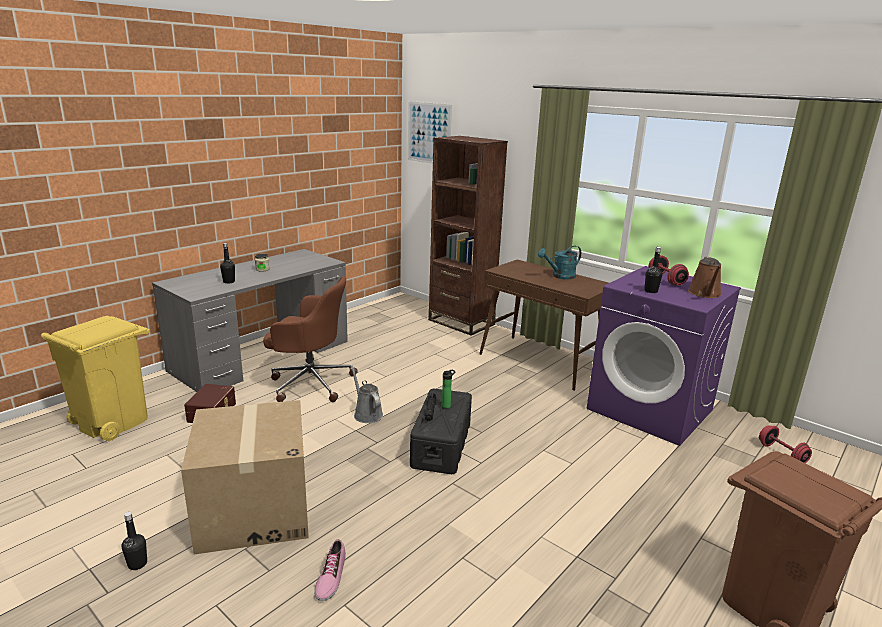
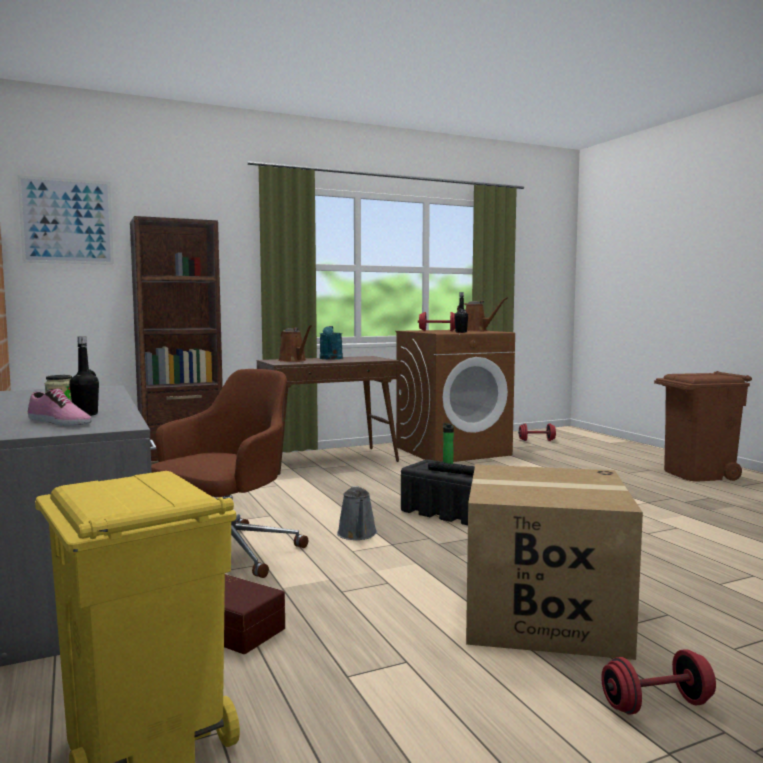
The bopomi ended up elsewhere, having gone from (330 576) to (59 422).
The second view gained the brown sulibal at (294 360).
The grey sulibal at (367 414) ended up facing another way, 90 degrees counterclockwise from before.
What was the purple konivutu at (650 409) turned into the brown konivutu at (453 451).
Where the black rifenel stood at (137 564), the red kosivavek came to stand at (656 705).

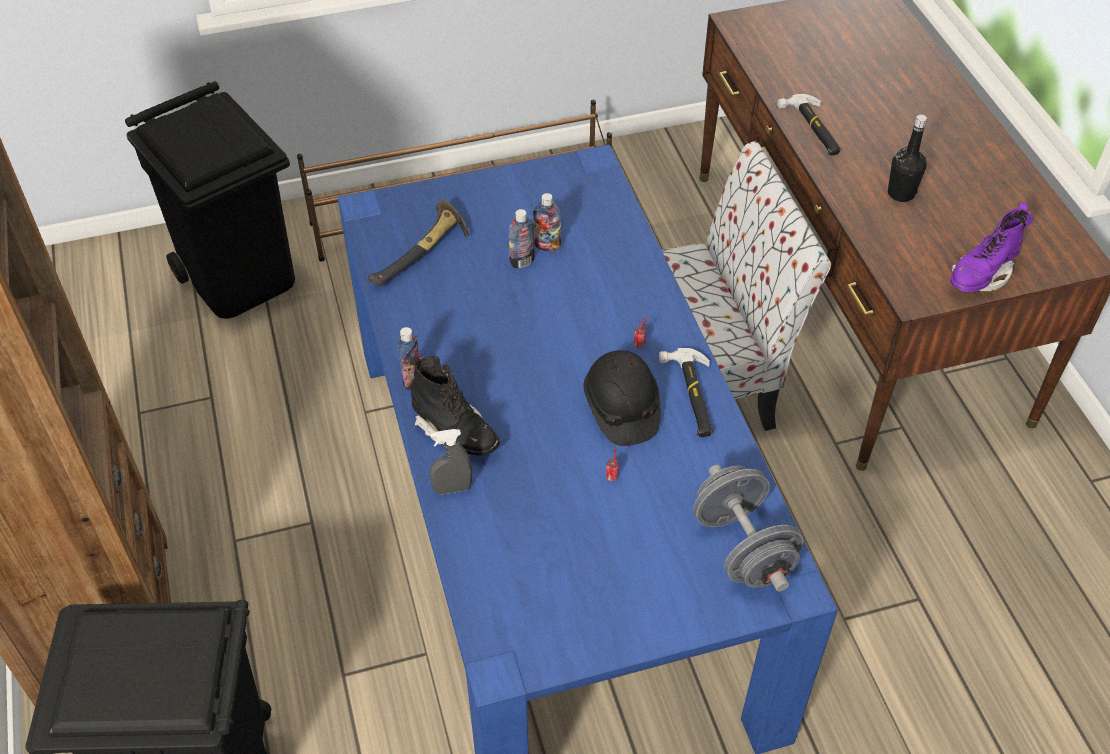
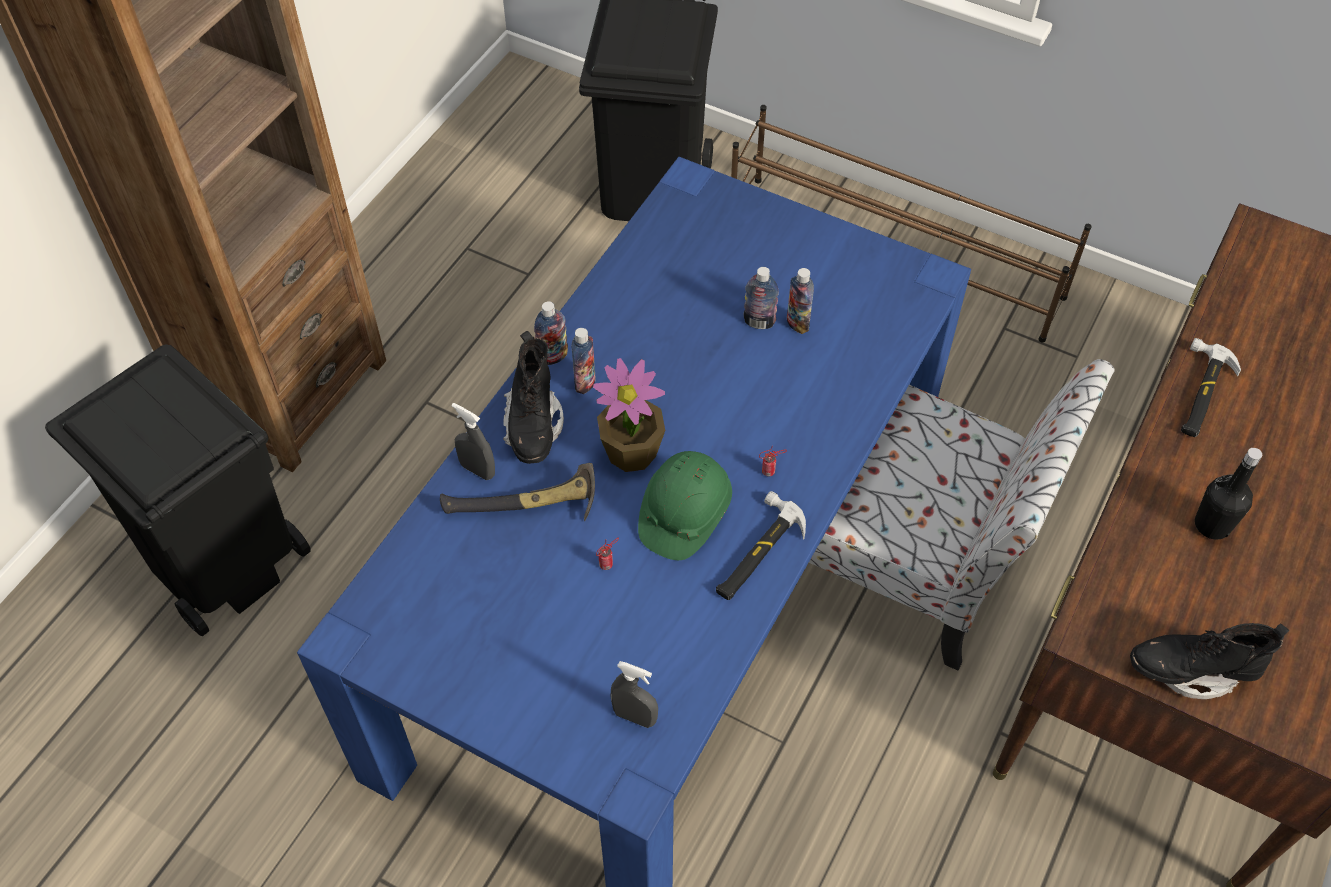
The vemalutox ended up elsewhere, having gone from (423 255) to (526 508).
The second view gained the rifenel at (585 382).
The second view gained the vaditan at (632 451).
Where the grey kosivavek stood at (742 548), the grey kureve came to stand at (635 717).
What was the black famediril at (621 409) turned into the green famediril at (684 514).
What was the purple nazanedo at (981 275) turned into the black nazanedo at (1192 671).

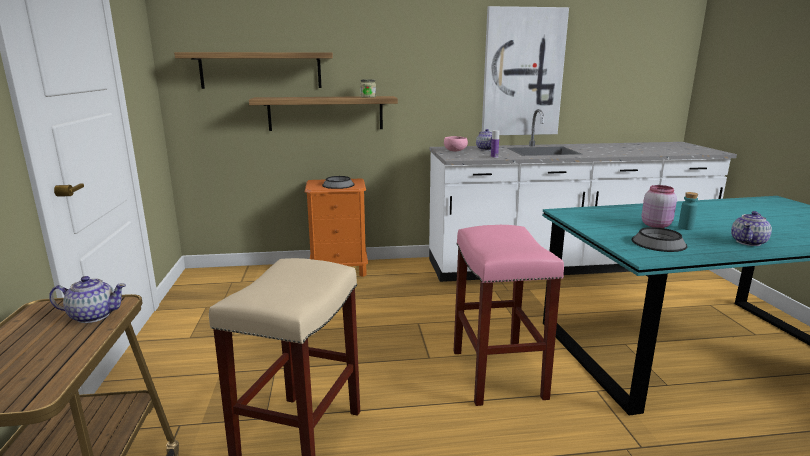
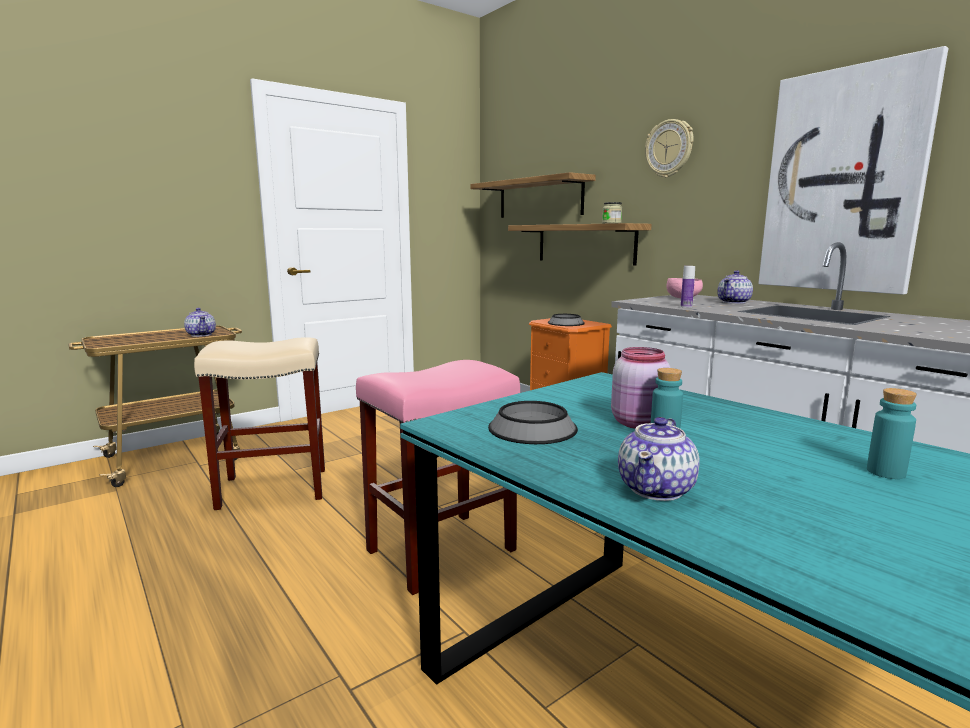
The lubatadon at (749 242) ended up facing another way, 75 degrees counterclockwise from before.
The second view gained the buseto at (669 149).
The second view gained the turquoise rifenel at (885 472).

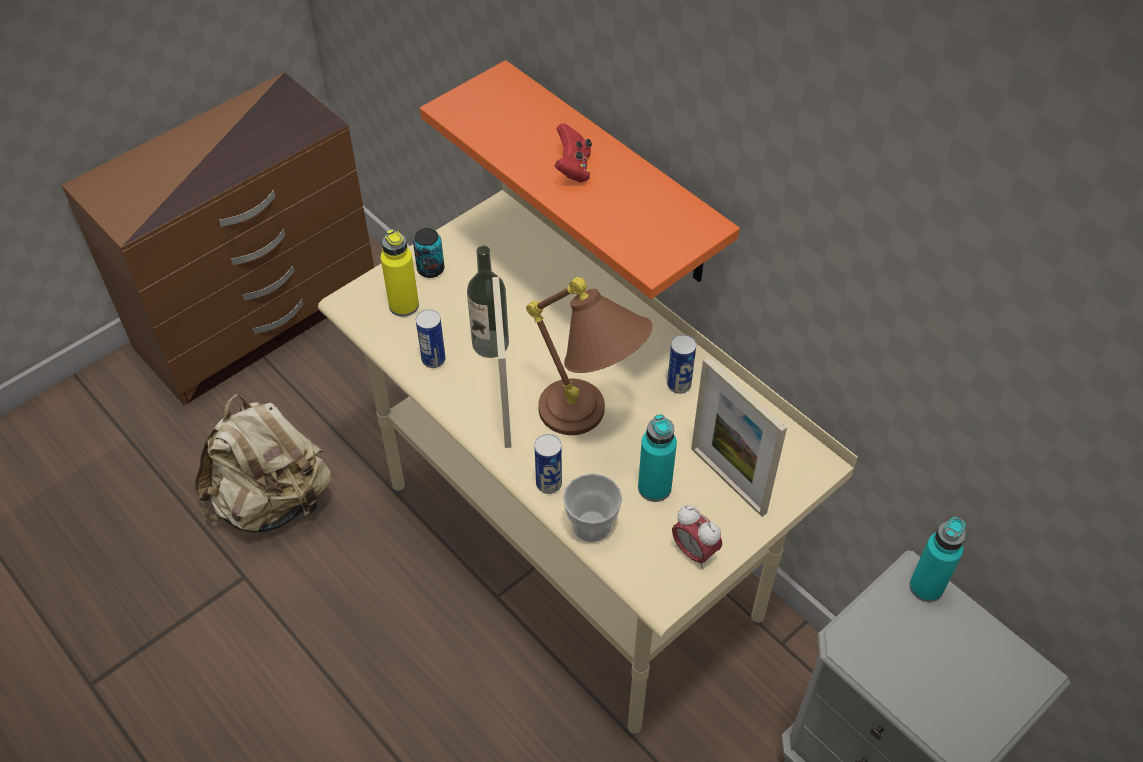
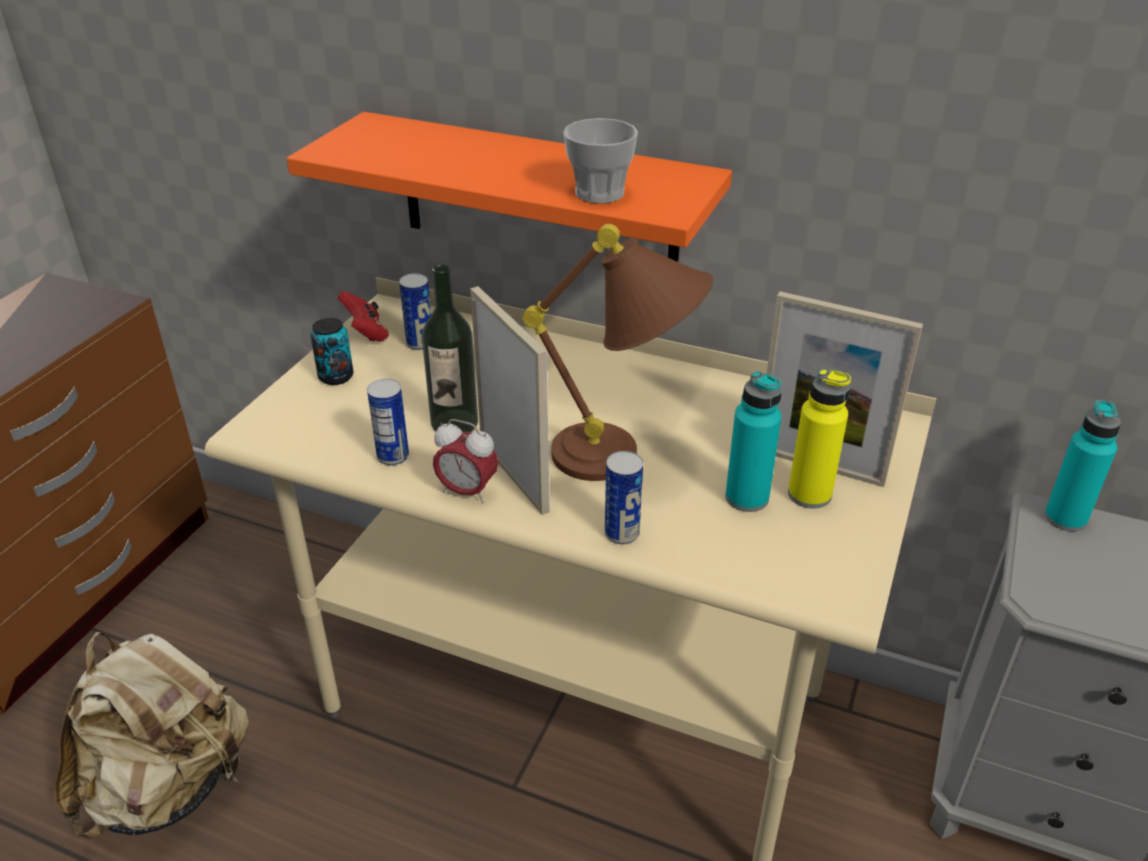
The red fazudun ended up elsewhere, having gone from (573 168) to (366 333).
The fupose ended up elsewhere, having gone from (679 384) to (420 343).
The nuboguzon ended up elsewhere, having gone from (694 552) to (467 492).
The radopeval ended up elsewhere, having gone from (591 525) to (599 193).
The yellow rifenel ended up elsewhere, having gone from (404 305) to (809 494).

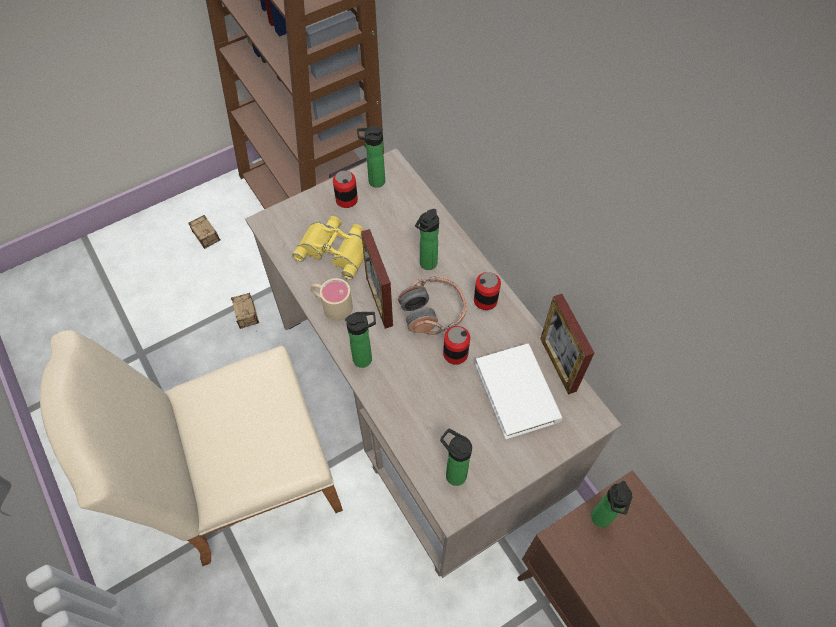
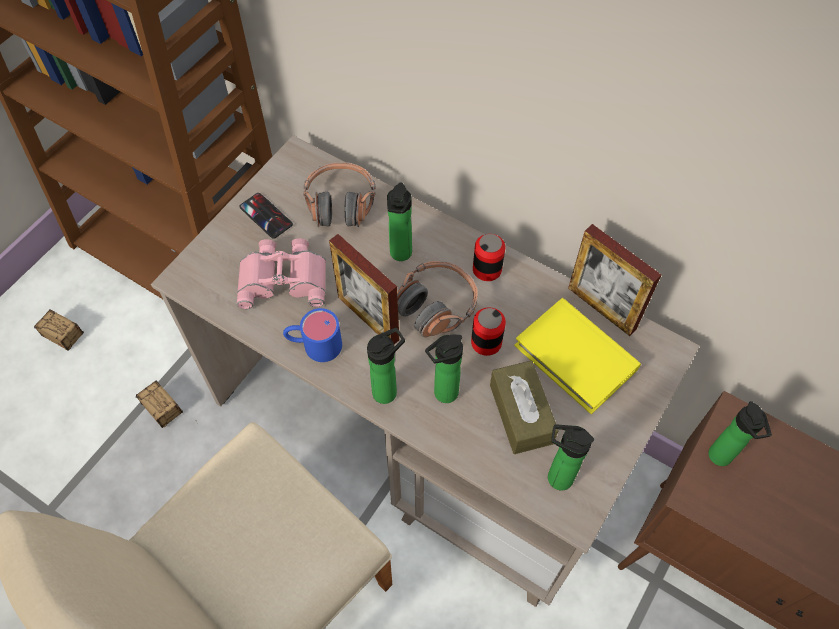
What was the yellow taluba at (336 248) turned into the pink taluba at (284 277).
Where the fupose stood at (346 200), the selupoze came to stand at (266 216).
What was the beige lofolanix at (331 305) turned into the blue lofolanix at (314 345).
The second view gained the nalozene at (340 204).
The rifenel ended up elsewhere, having gone from (374 181) to (442 394).
The second view gained the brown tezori at (521 414).
What was the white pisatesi at (517 392) turned into the yellow pisatesi at (575 357).

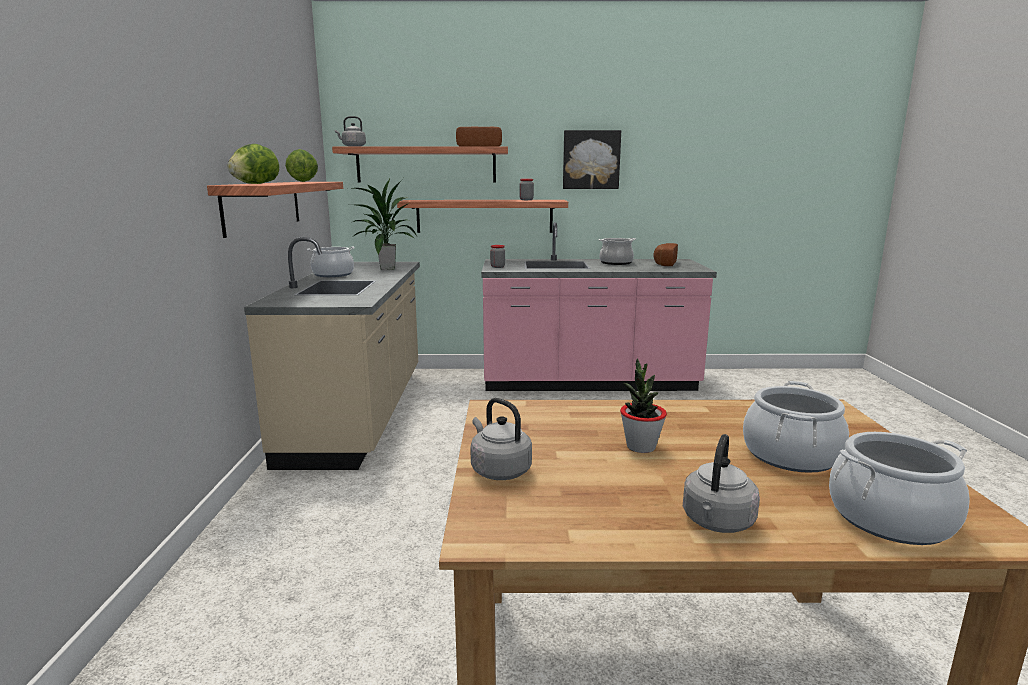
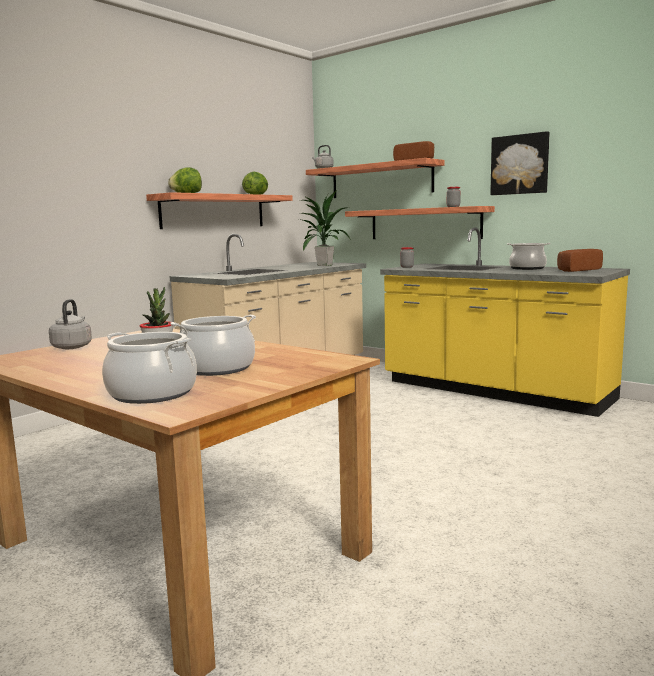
What was the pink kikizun at (588 382) turned into the yellow kikizun at (494 391).
The second view lost the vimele at (333 274).
The second view lost the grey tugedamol at (717 523).

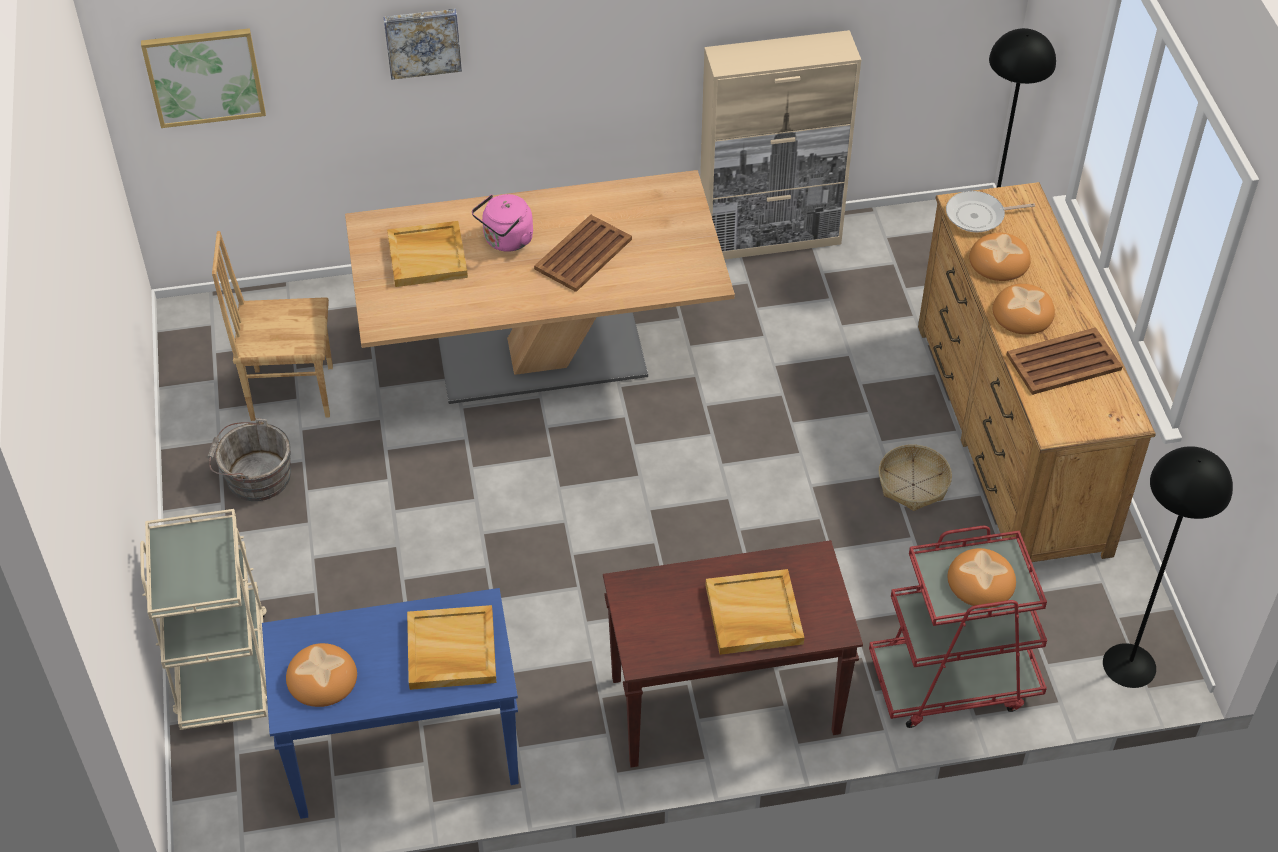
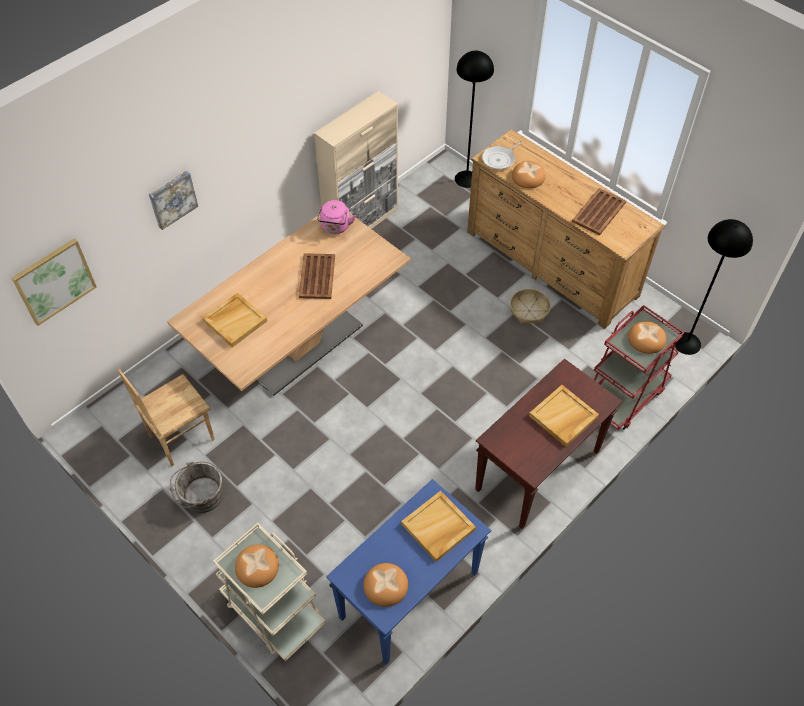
The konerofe ended up elsewhere, having gone from (1022 312) to (256 566).
The pink tugedamol ended up elsewhere, having gone from (506 241) to (335 227).

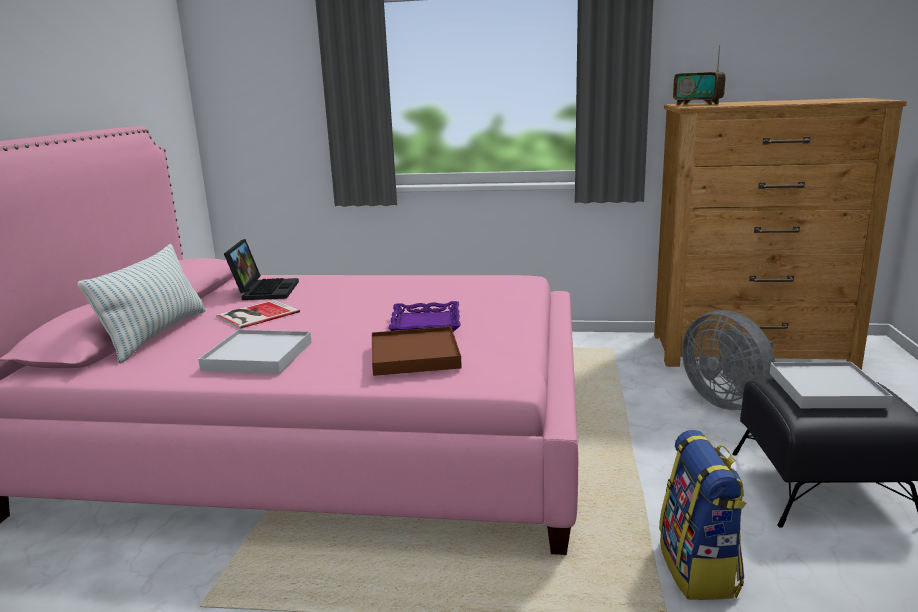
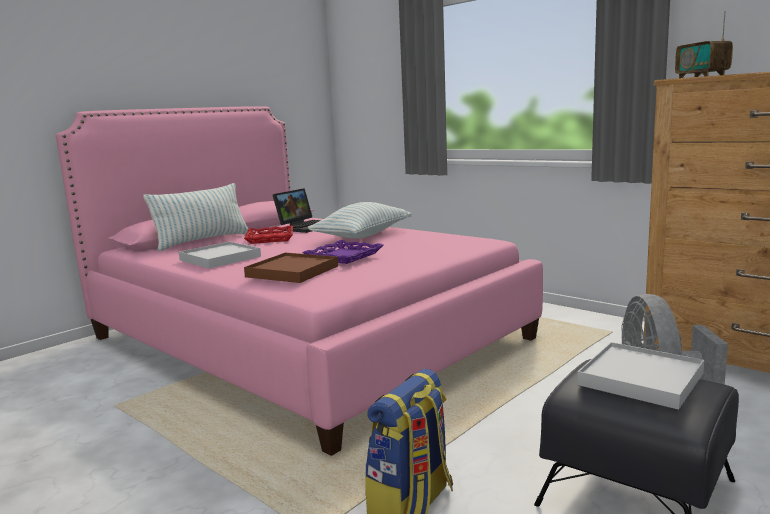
Where the pisatesi stood at (255 314), the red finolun came to stand at (269 238).
The second view gained the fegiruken at (362 236).

